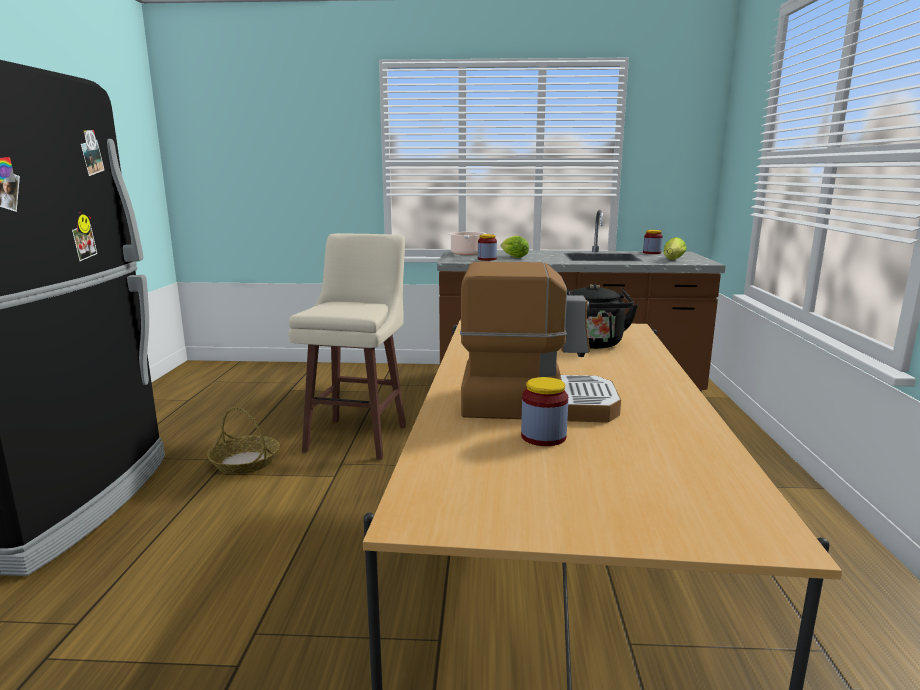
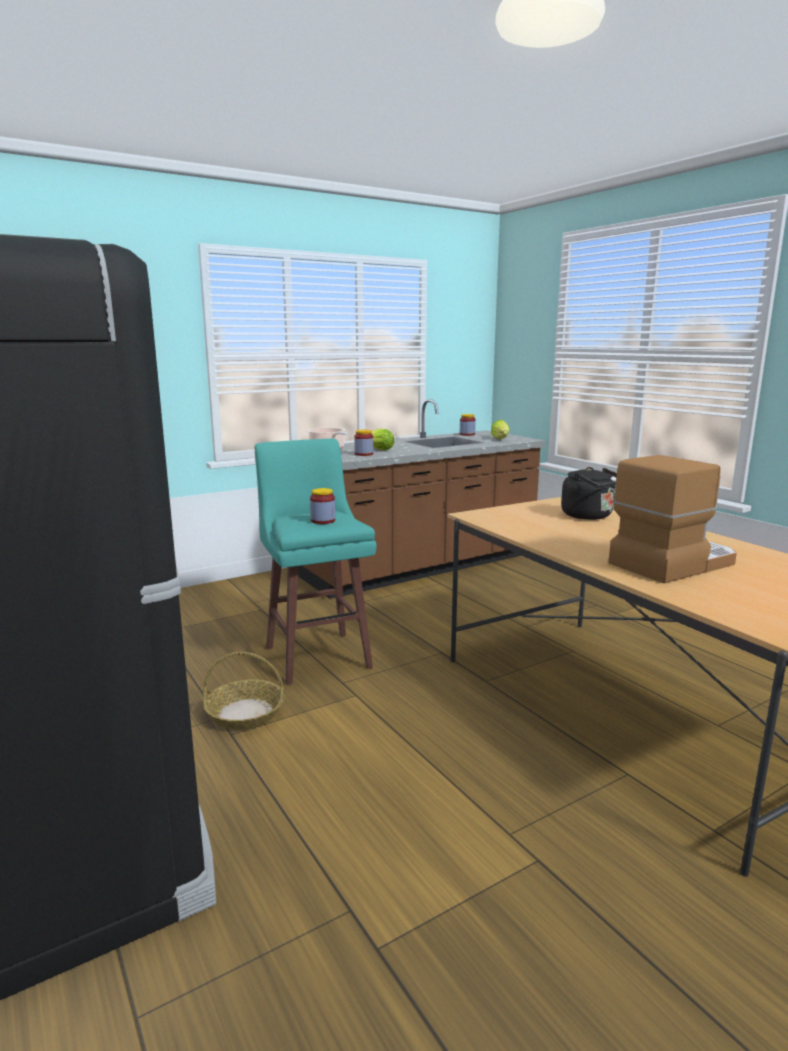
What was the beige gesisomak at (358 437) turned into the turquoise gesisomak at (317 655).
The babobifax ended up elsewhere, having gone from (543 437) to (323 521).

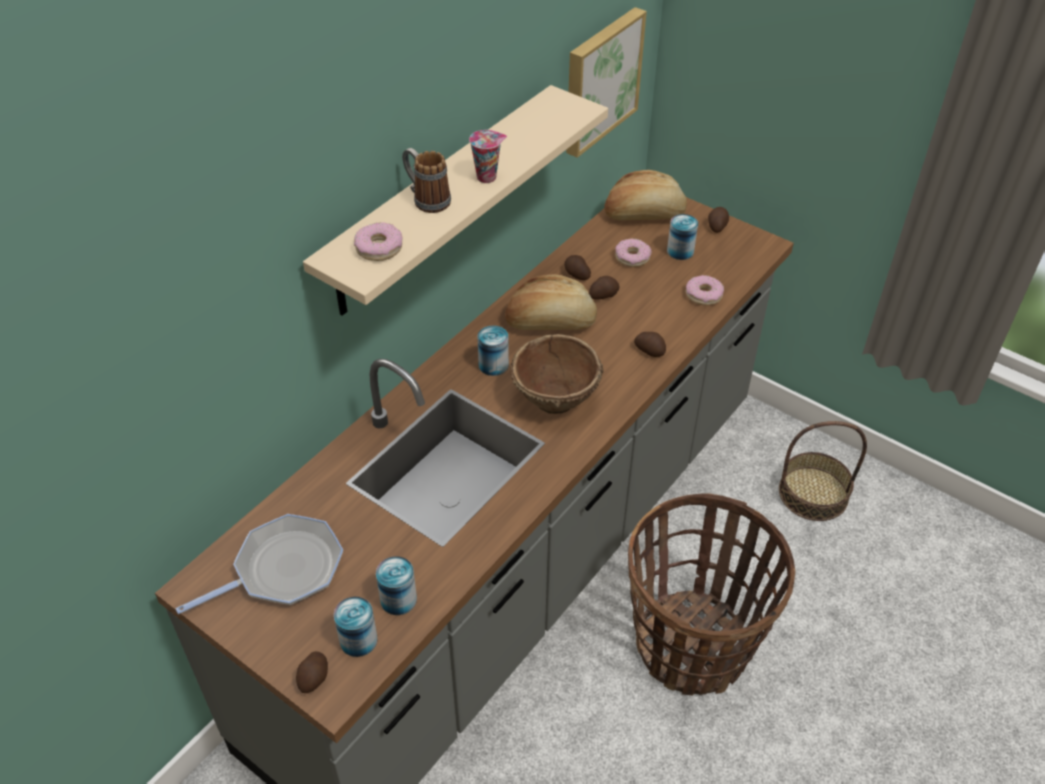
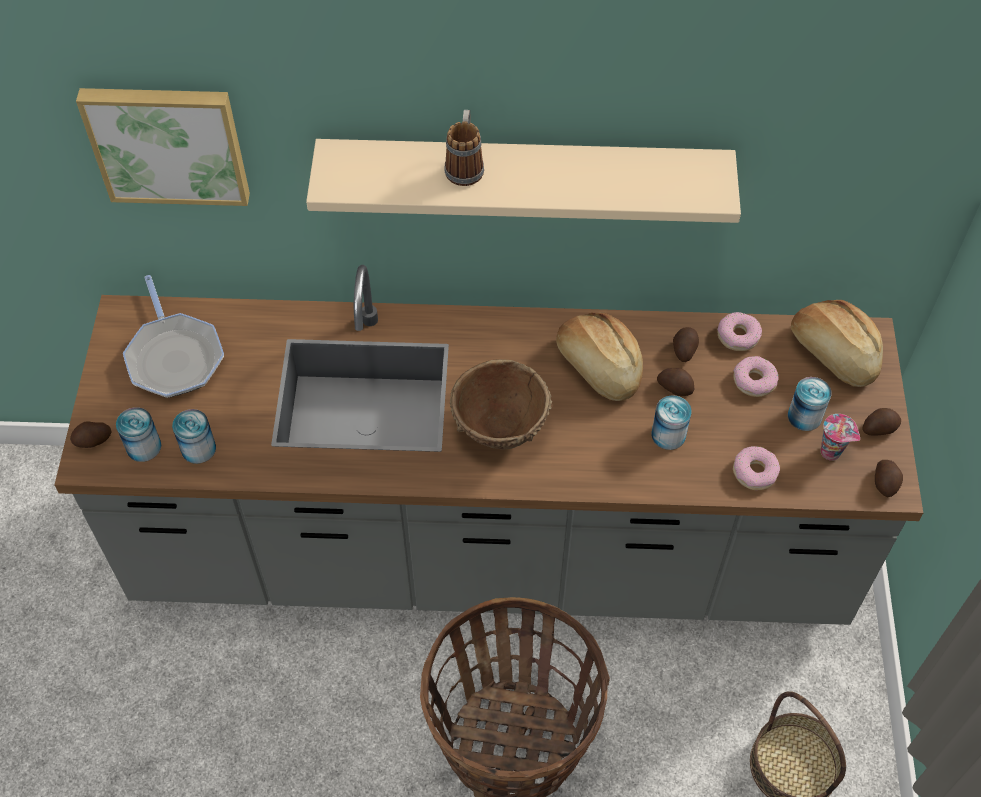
The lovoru ended up elsewhere, having gone from (600 80) to (168 142).
The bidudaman at (283 570) ended up facing another way, 45 degrees clockwise from before.
The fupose ended up elsewhere, having gone from (493 365) to (668 435).
The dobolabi ended up elsewhere, having gone from (379 248) to (738 336).
The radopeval ended up elsewhere, having gone from (487 177) to (832 452).
The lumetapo ended up elsewhere, having gone from (650 350) to (885 483).

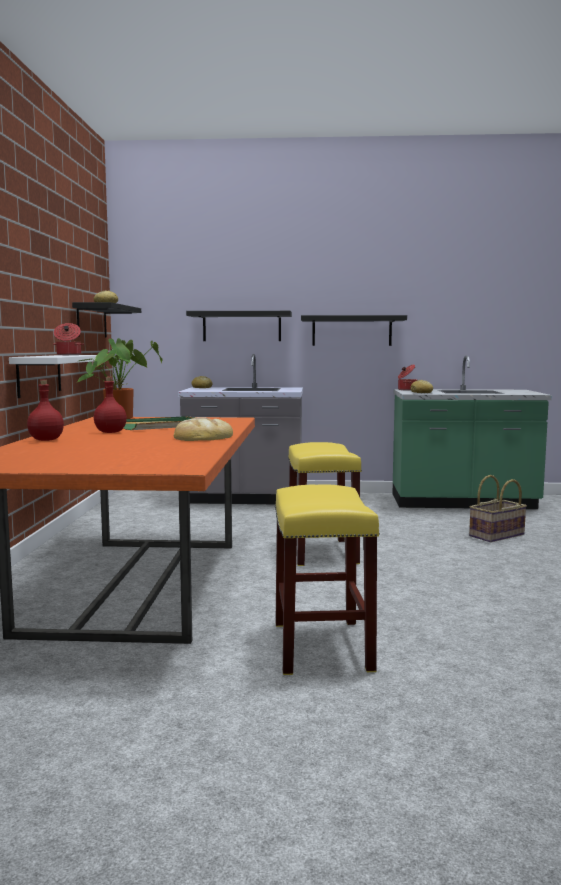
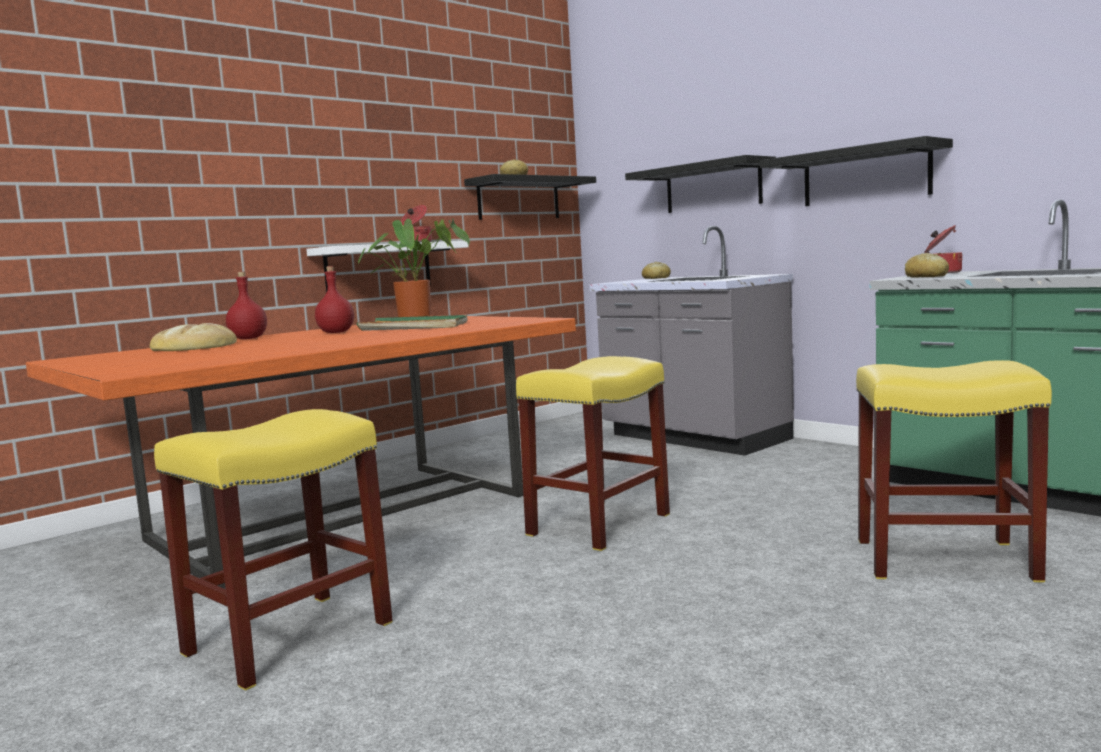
The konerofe ended up elsewhere, having gone from (202 437) to (195 347).
Where the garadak stood at (497 535), the yellow gesisomak came to stand at (942 560).

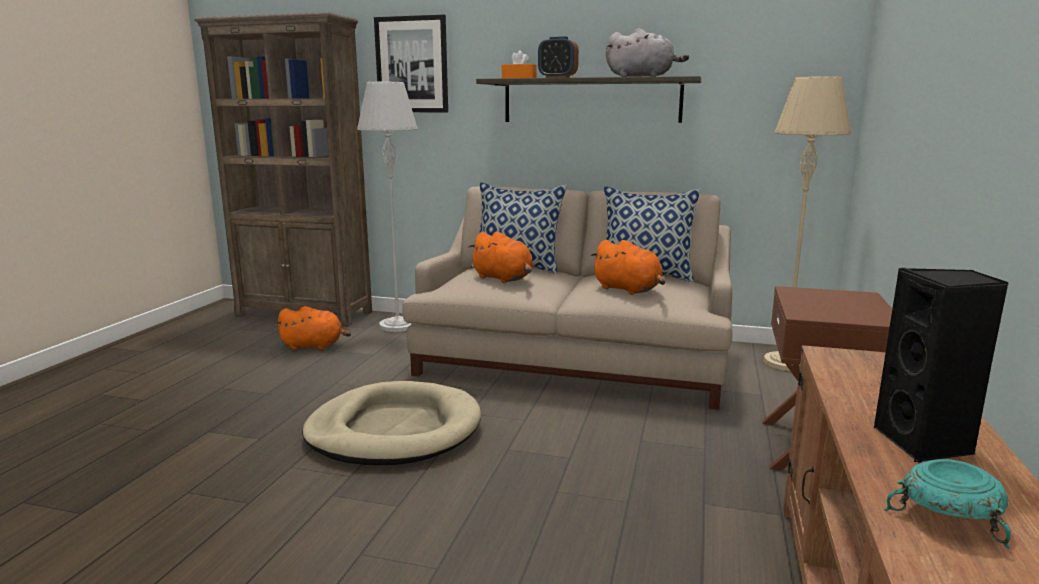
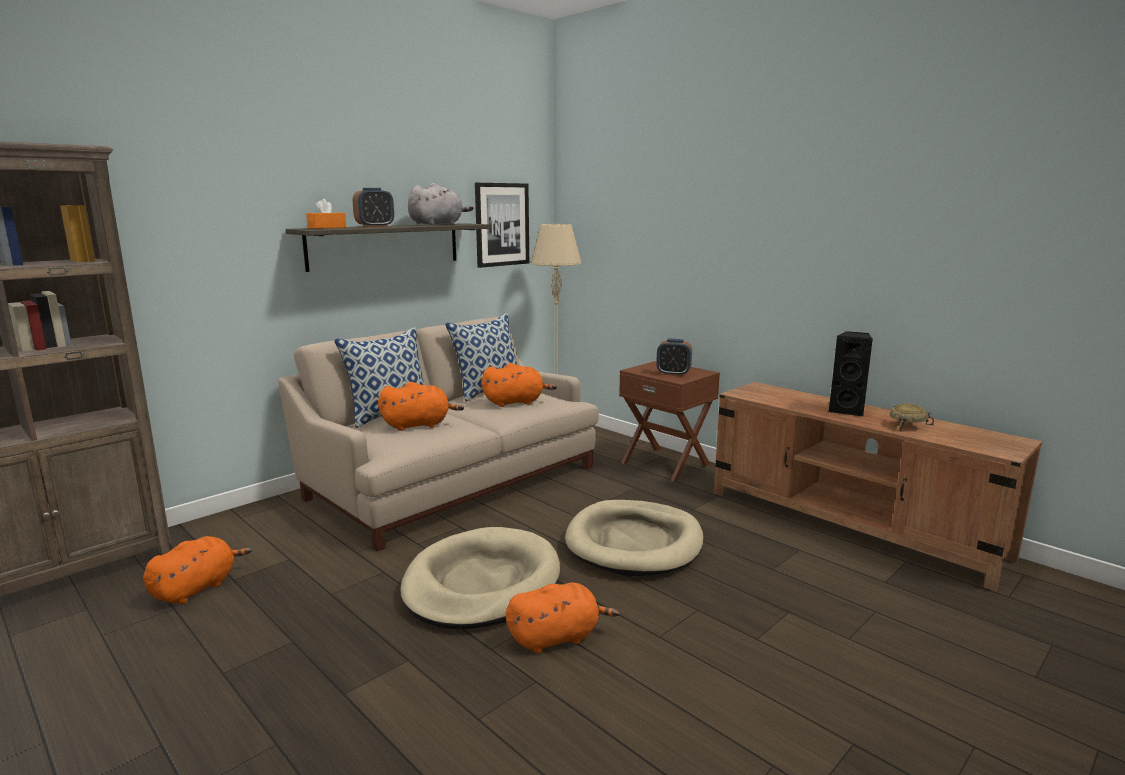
The lovoru ended up elsewhere, having gone from (412 65) to (502 224).
The second view gained the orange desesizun at (557 637).
The second view gained the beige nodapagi at (634 543).
The second view gained the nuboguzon at (673 373).
What was the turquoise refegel at (951 517) turned into the beige refegel at (907 425).
The second view lost the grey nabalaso at (397 326).

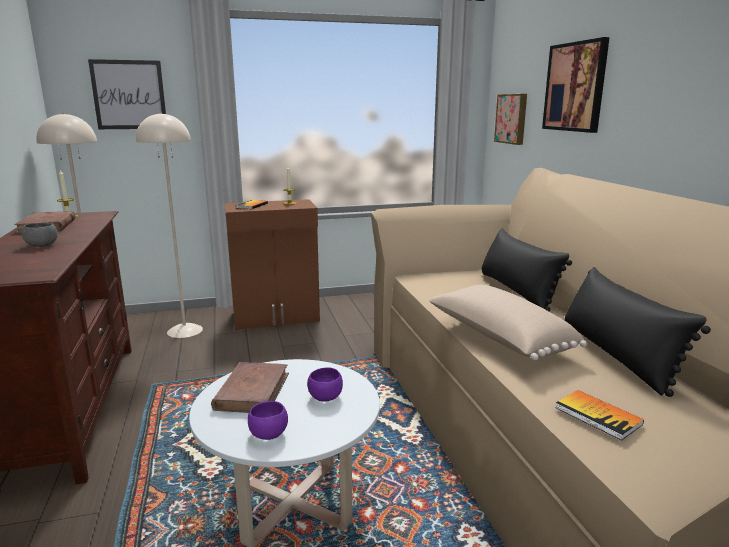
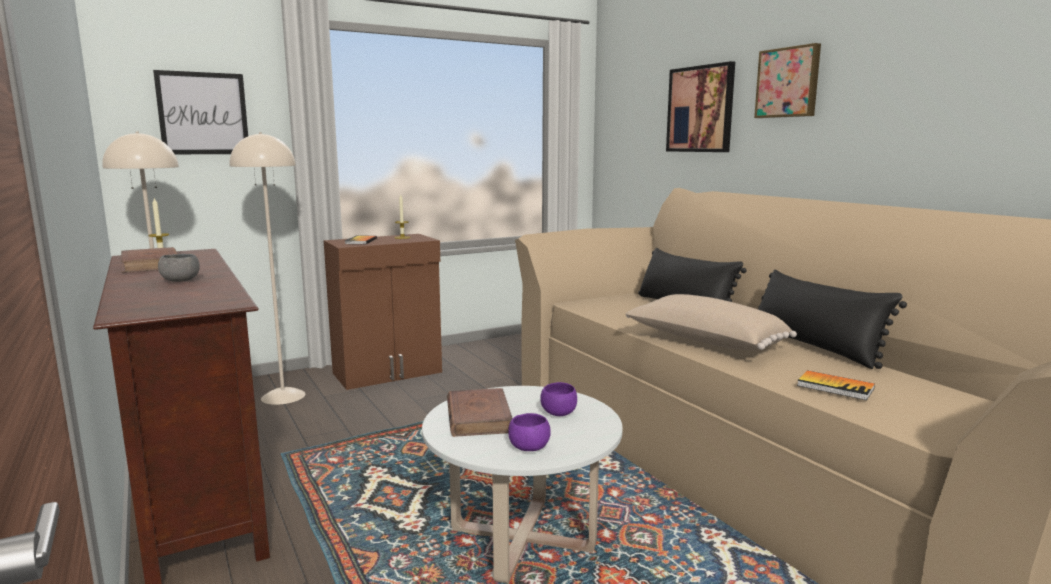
The lovoru ended up elsewhere, having gone from (512 118) to (788 82).

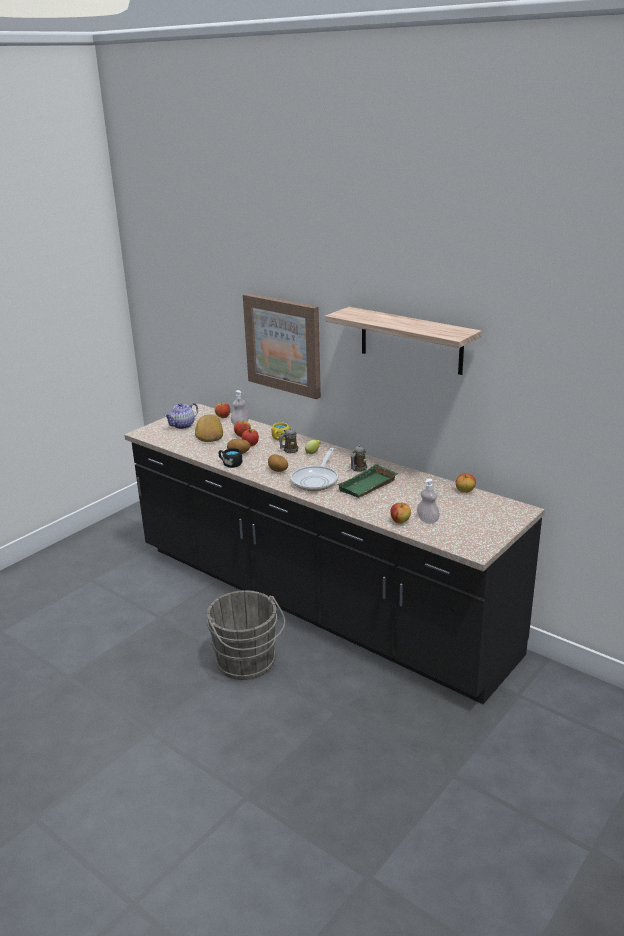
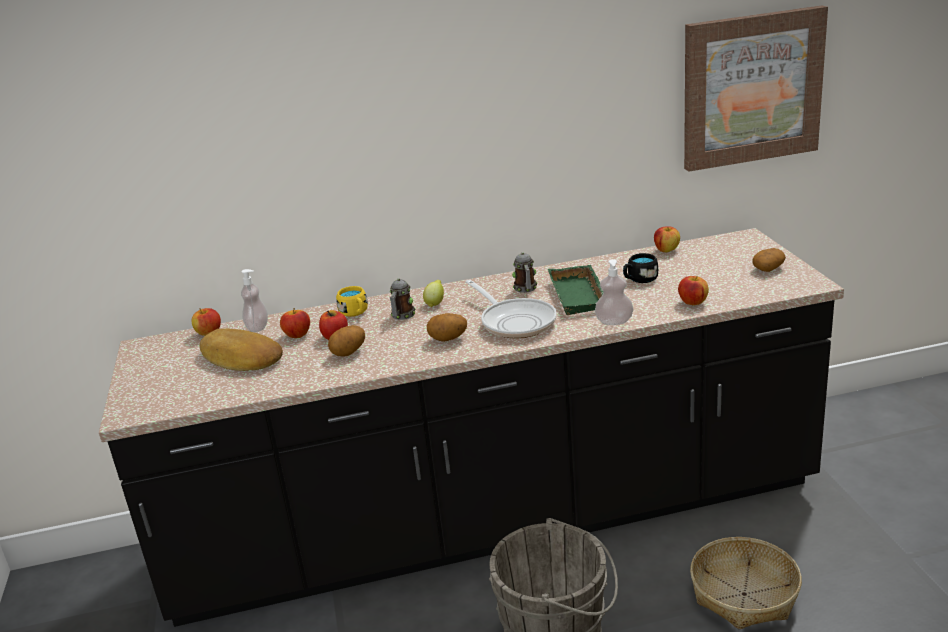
The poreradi ended up elsewhere, having gone from (427 520) to (614 322).
The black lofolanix ended up elsewhere, having gone from (230 464) to (639 279).
The lovoru ended up elsewhere, having gone from (283 345) to (751 88).
The second view gained the garadak at (744 594).
The second view gained the lumetapo at (768 268).
The second view lost the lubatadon at (182 425).
The second view lost the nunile at (411 340).

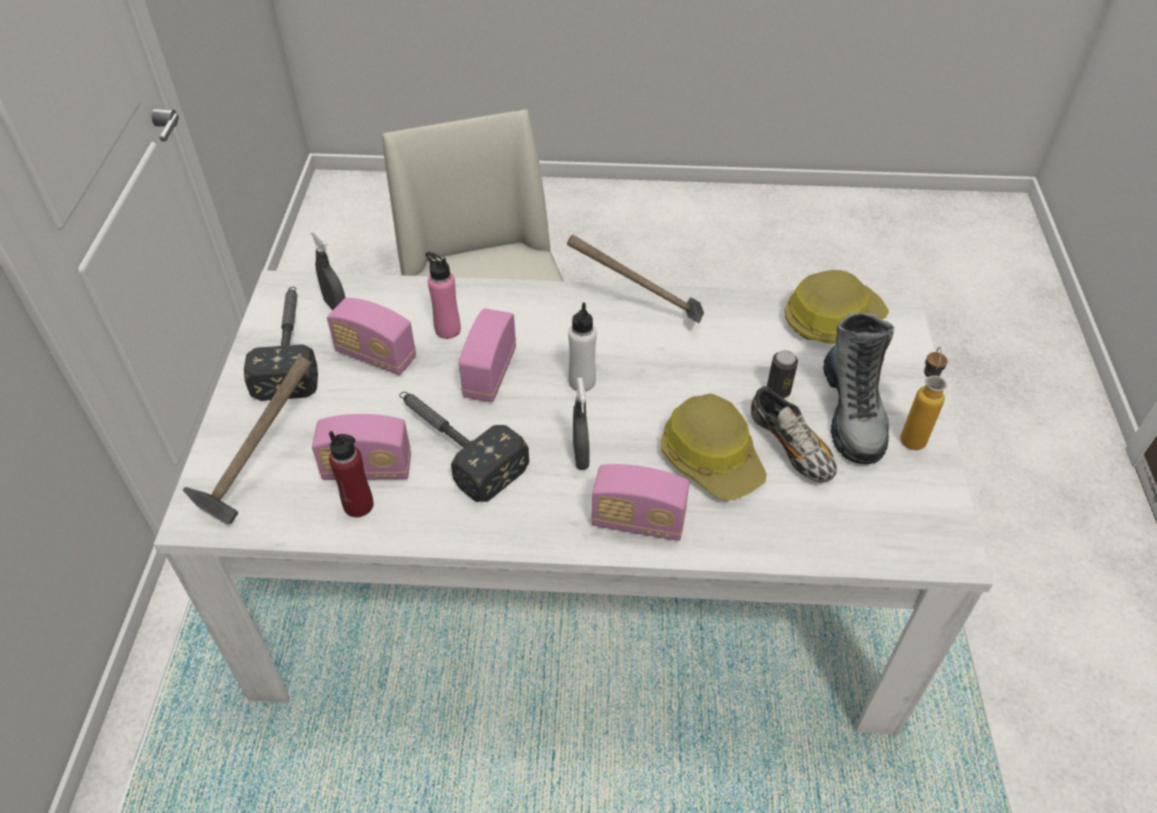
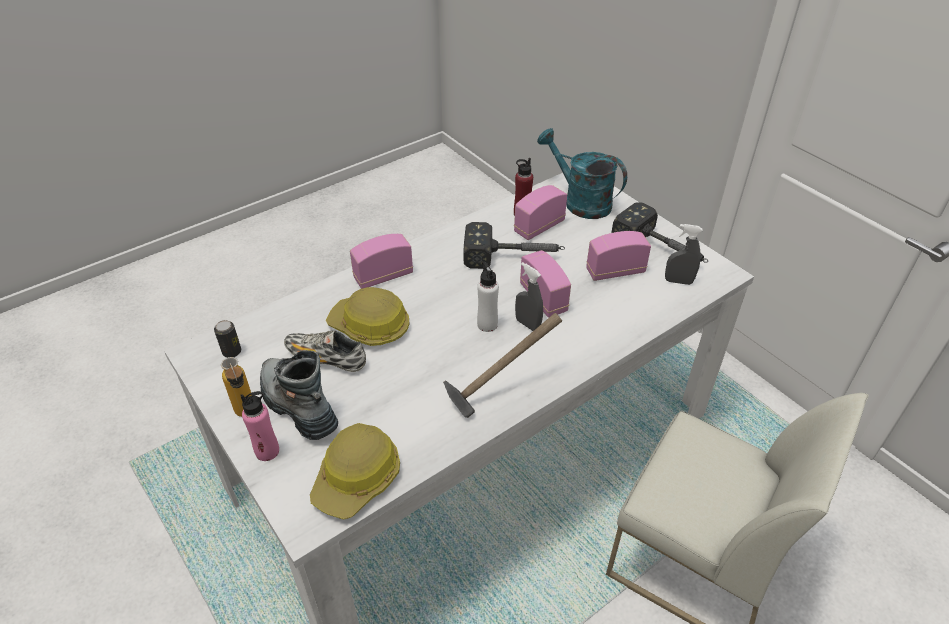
The fupose ended up elsewhere, having gone from (778 391) to (232 352).
The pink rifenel ended up elsewhere, having gone from (447 329) to (267 451).
The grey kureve ended up elsewhere, having gone from (581 456) to (527 324).
Where the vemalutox stood at (262 474), the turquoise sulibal came to stand at (580 201).

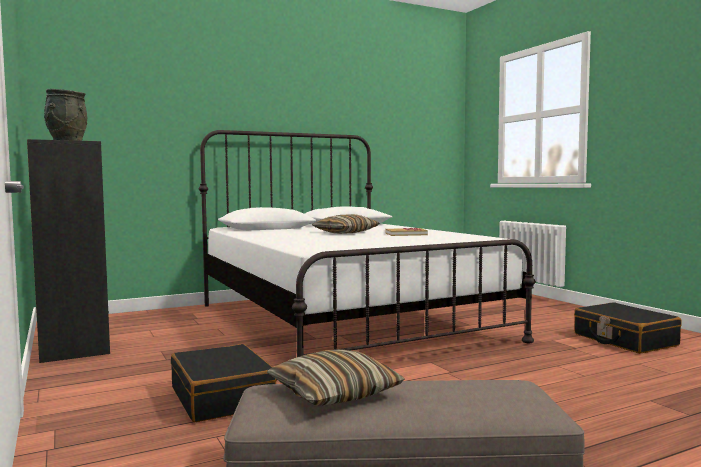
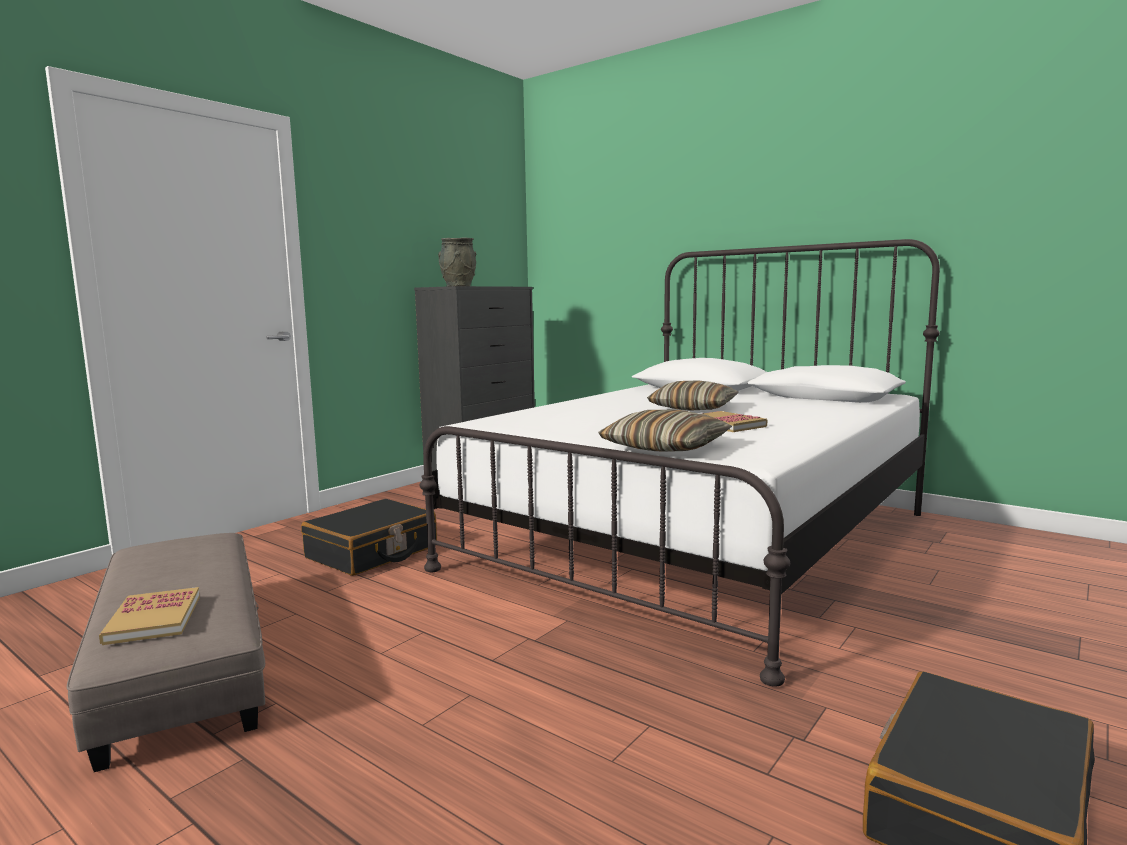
The second view gained the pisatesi at (153 619).
The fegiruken ended up elsewhere, having gone from (334 393) to (665 448).

